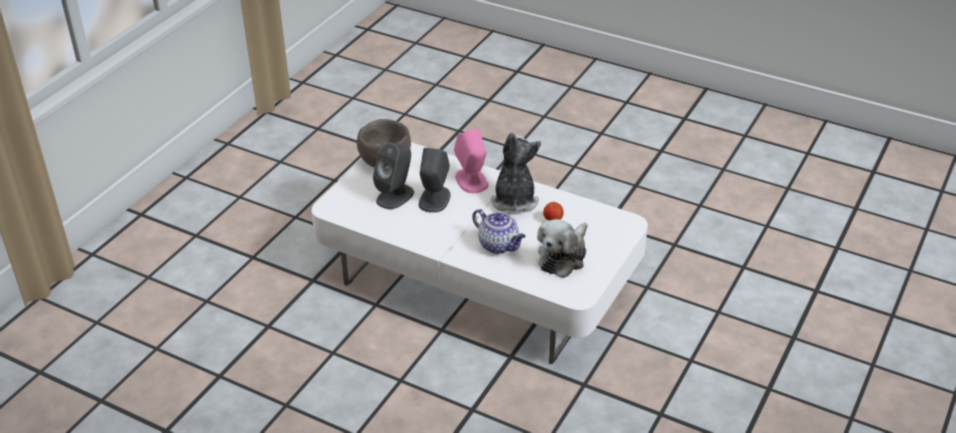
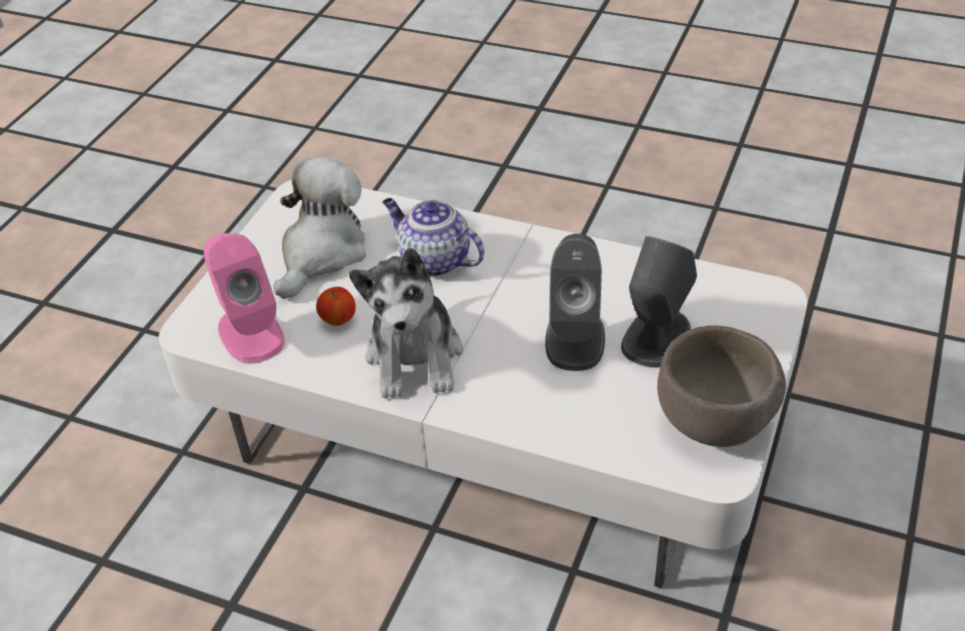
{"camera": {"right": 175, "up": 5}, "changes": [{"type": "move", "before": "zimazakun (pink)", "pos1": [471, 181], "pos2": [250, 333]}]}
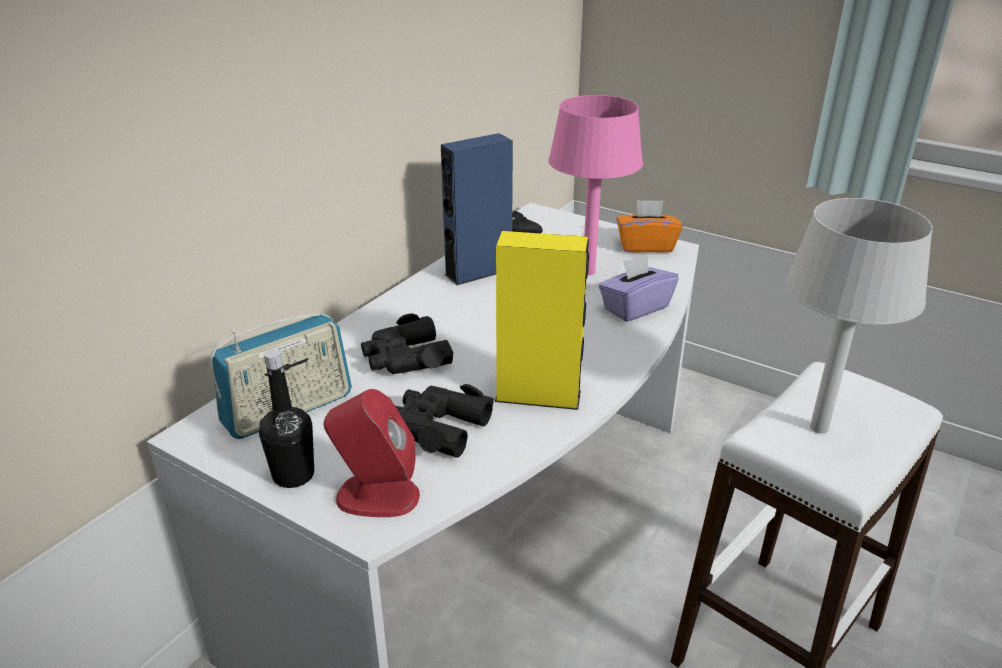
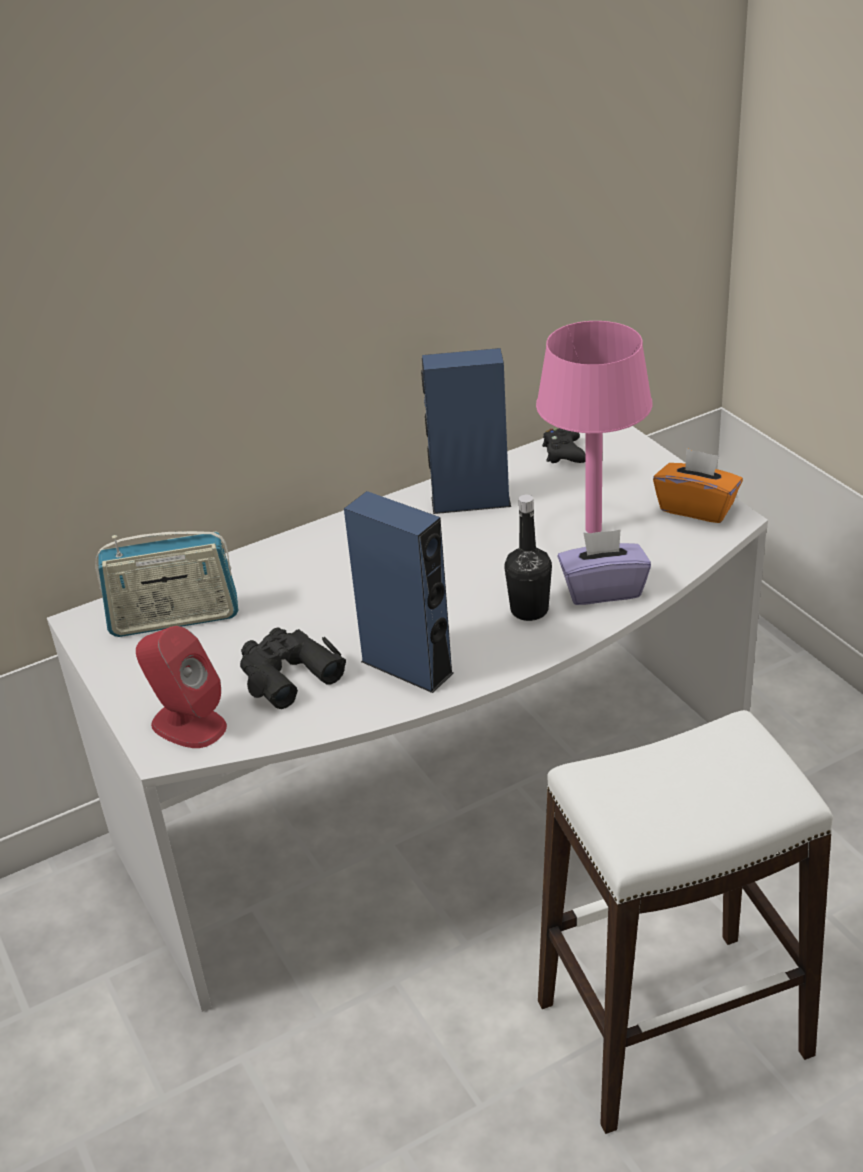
{"camera": {"right": 30, "up": 5}, "changes": [{"type": "delete", "before": "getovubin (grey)", "pos1": [820, 428]}, {"type": "recolor", "before": "zimazakun (yellow)", "after": "zimazakun (blue)", "pos1": [538, 396], "pos2": [407, 667]}, {"type": "delete", "before": "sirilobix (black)", "pos1": [406, 358]}, {"type": "move", "before": "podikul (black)", "pos1": [293, 475], "pos2": [529, 610]}]}
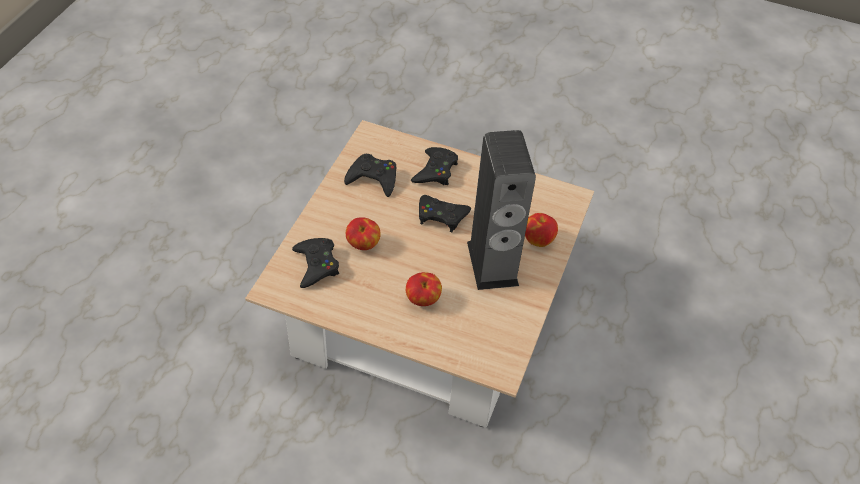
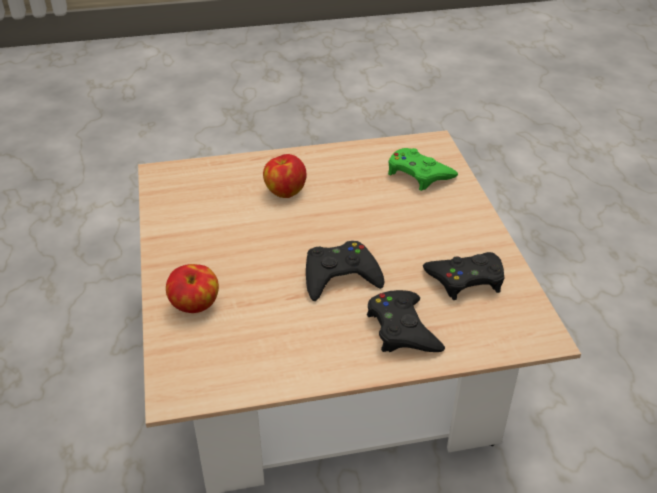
{"camera": {"right": 150, "up": -10}, "changes": [{"type": "delete", "before": "zimazakun", "pos1": [492, 263]}, {"type": "delete", "before": "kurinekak", "pos1": [363, 244]}, {"type": "recolor", "before": "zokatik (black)", "after": "zokatik (green)", "pos1": [316, 265], "pos2": [418, 174]}]}
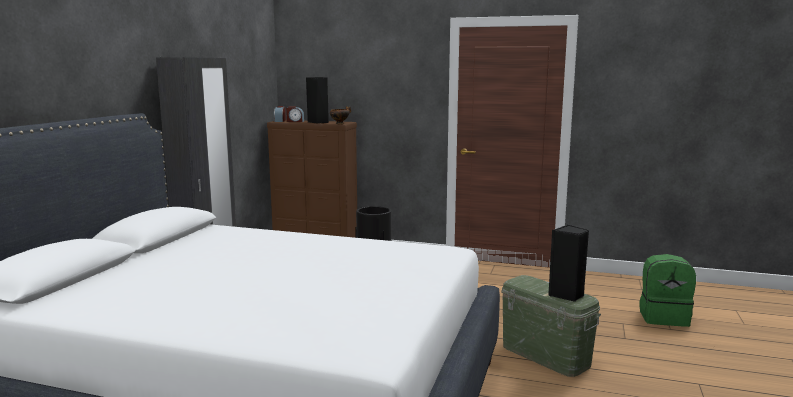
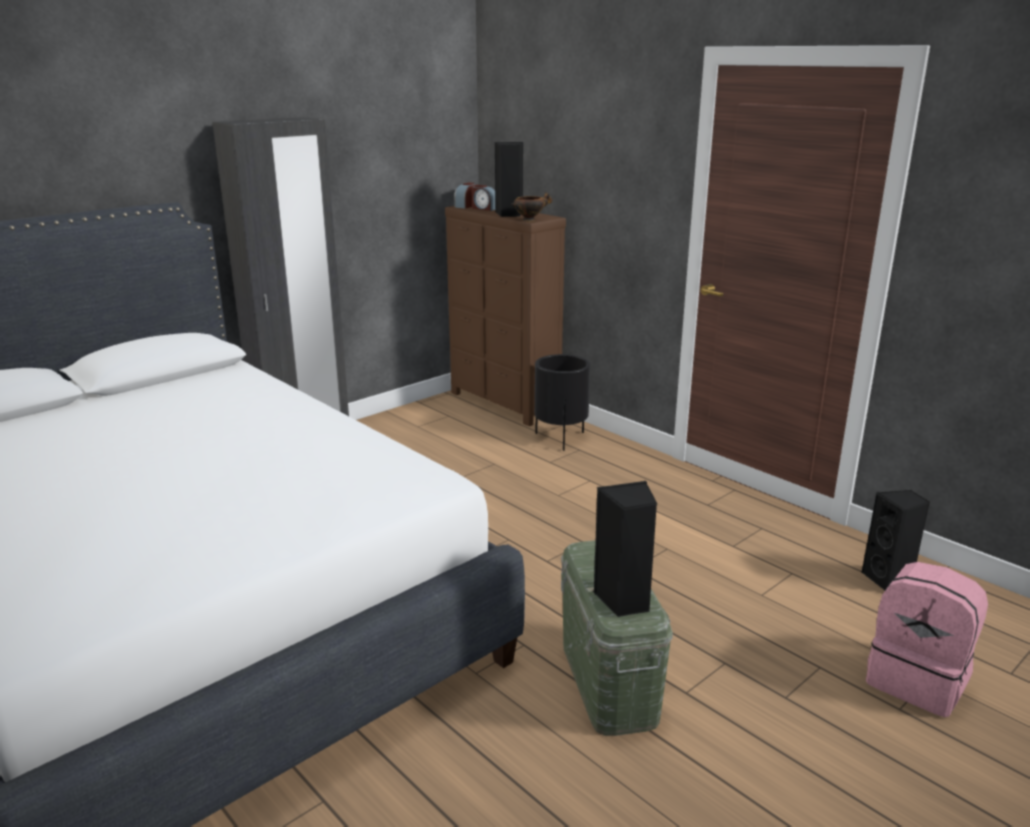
{"camera": {"right": 30, "up": 10}, "changes": [{"type": "recolor", "before": "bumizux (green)", "after": "bumizux (pink)", "pos1": [663, 317], "pos2": [918, 681]}, {"type": "insert", "after": "zimazakun (black)", "pos2": [888, 580]}]}
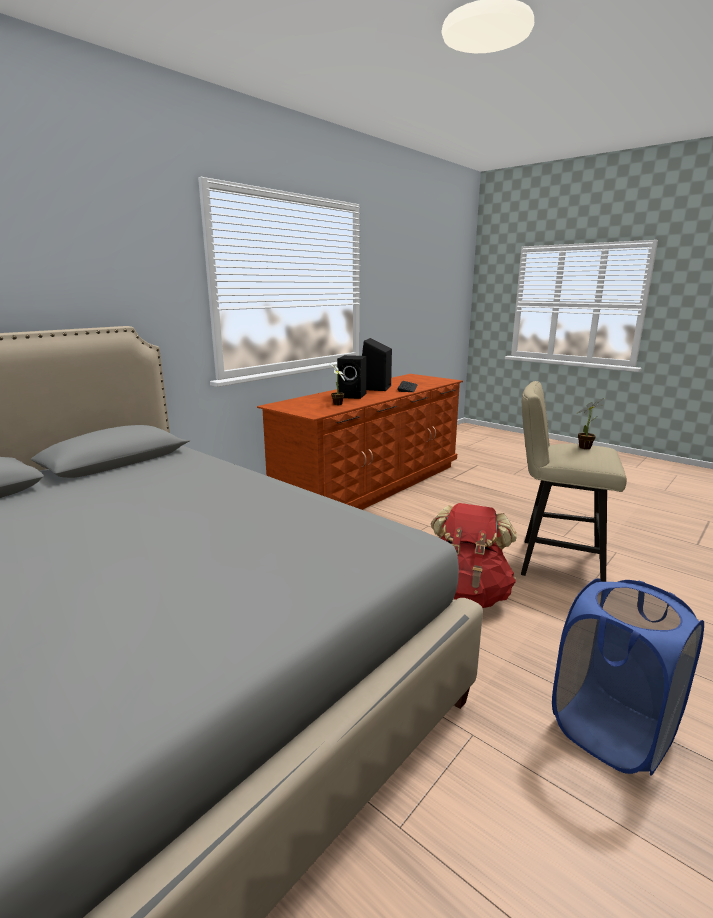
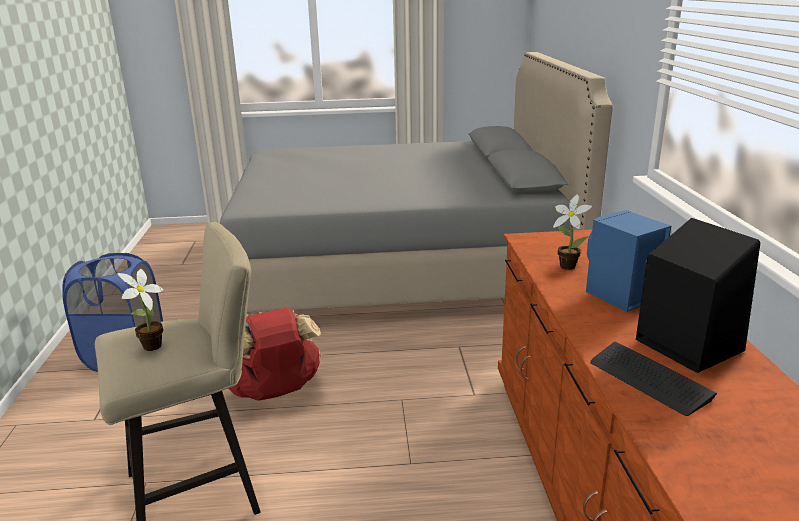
{"camera": {"right": 135, "up": 5}, "changes": [{"type": "recolor", "before": "zimazakun (black)", "after": "zimazakun (blue)", "pos1": [353, 396], "pos2": [619, 296]}]}
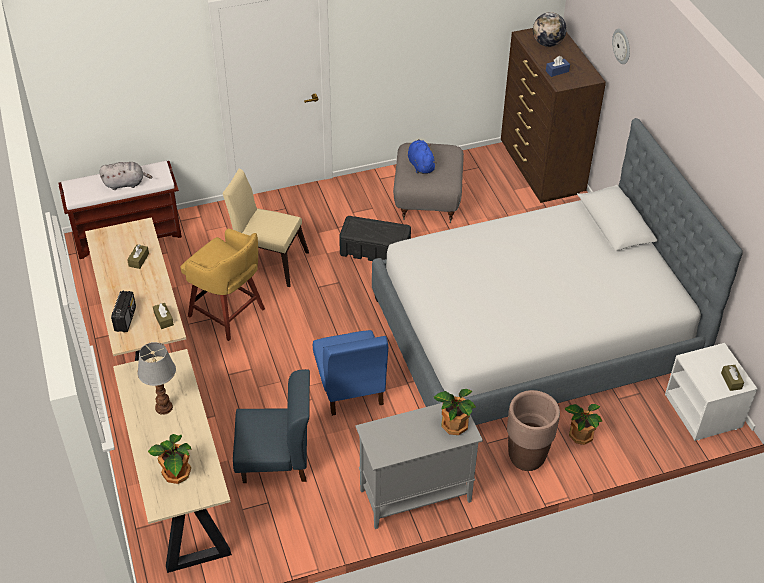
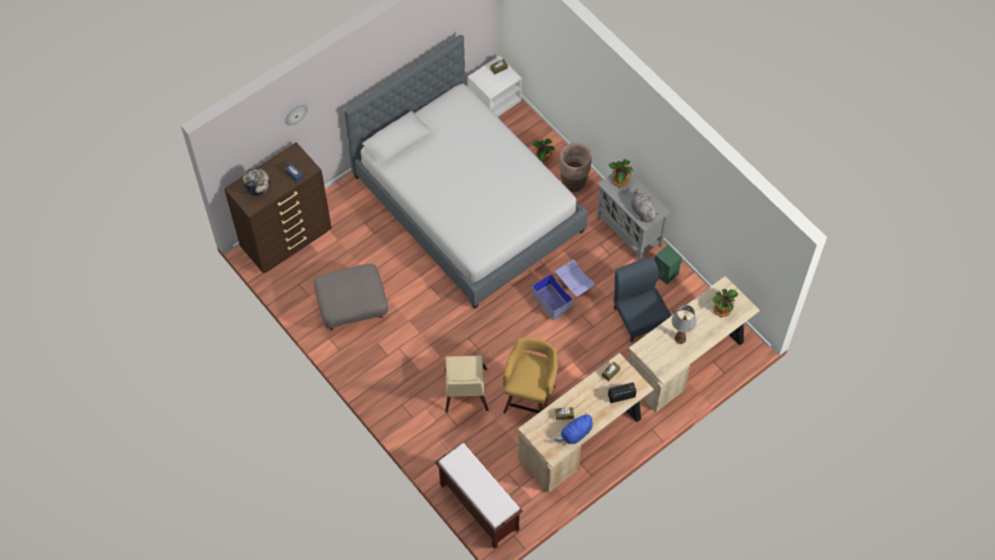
{"camera": {"right": -110, "up": 15}, "changes": [{"type": "move", "before": "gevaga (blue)", "pos1": [420, 165], "pos2": [575, 434]}, {"type": "move", "before": "gevaga (grey)", "pos1": [126, 183], "pos2": [642, 211]}, {"type": "delete", "before": "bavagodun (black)", "pos1": [375, 250]}, {"type": "replace", "before": "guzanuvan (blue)", "after": "bavagodun (blue)", "pos1": [350, 388], "pos2": [562, 295]}, {"type": "insert", "after": "zimazakun (green)", "pos2": [666, 273]}]}
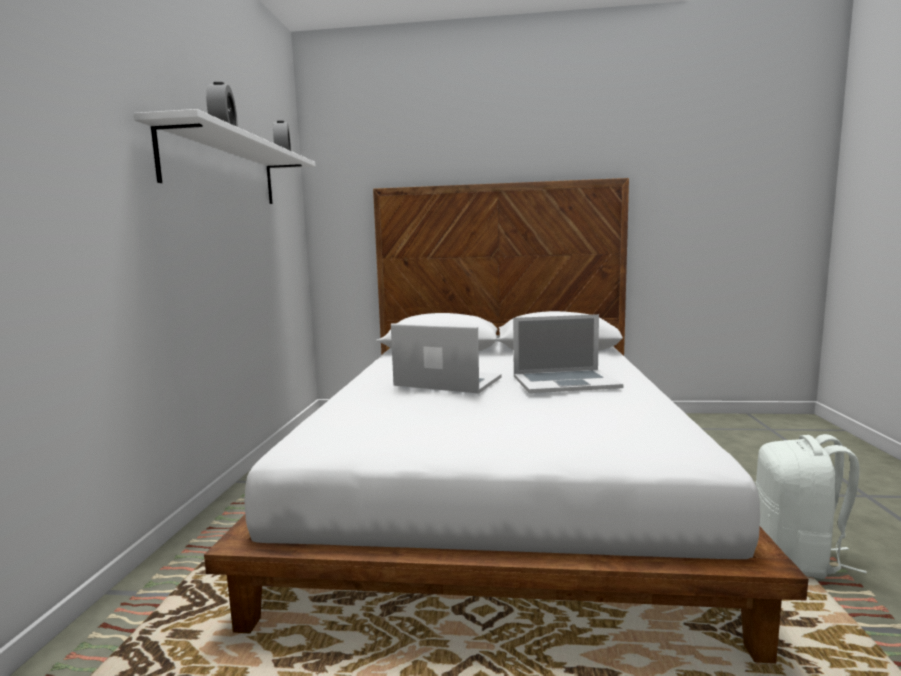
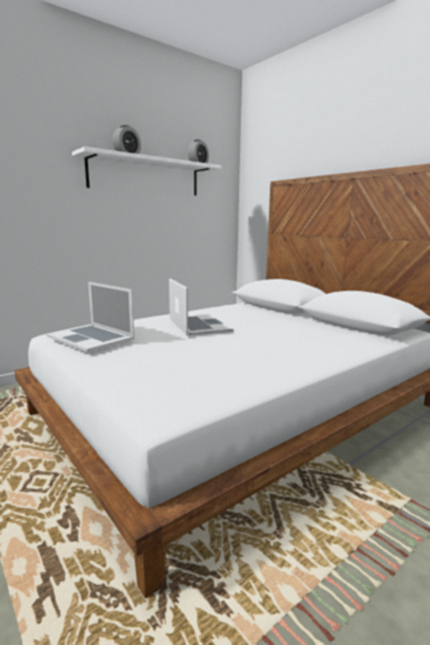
{"camera": {"right": 45, "up": 5}, "changes": [{"type": "move", "before": "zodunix", "pos1": [565, 381], "pos2": [91, 337]}, {"type": "delete", "before": "bumizux (white)", "pos1": [797, 557]}]}
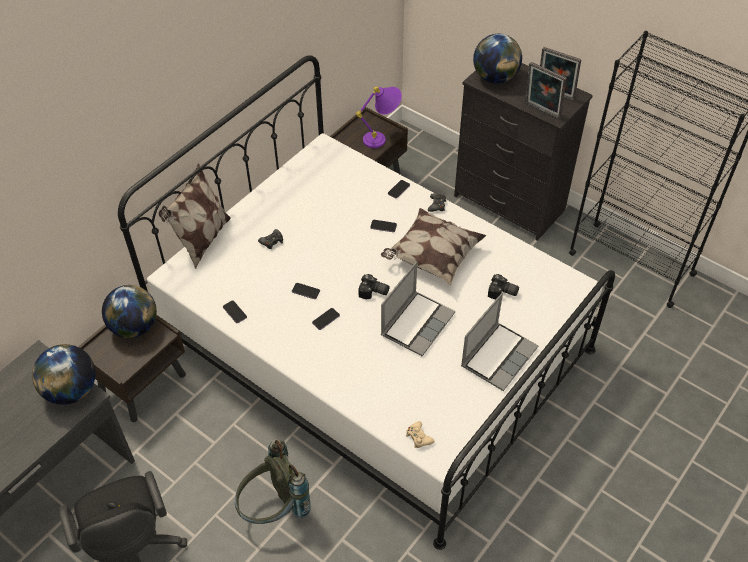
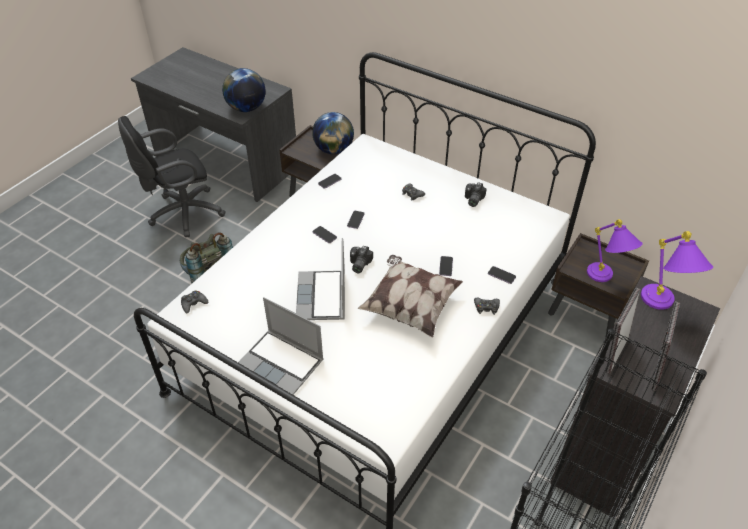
{"camera": {"right": 85, "up": -5}, "changes": [{"type": "replace", "before": "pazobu", "after": "getovubin (purple)", "pos1": [495, 78], "pos2": [662, 306]}, {"type": "delete", "before": "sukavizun", "pos1": [202, 240]}, {"type": "rotate", "before": "zodunix", "pos1": [417, 323], "pos2": [322, 297], "turn": 60}, {"type": "move", "before": "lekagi", "pos1": [502, 293], "pos2": [472, 200]}, {"type": "recolor", "before": "zokatik (beige)", "after": "zokatik (black)", "pos1": [419, 437], "pos2": [193, 303]}]}
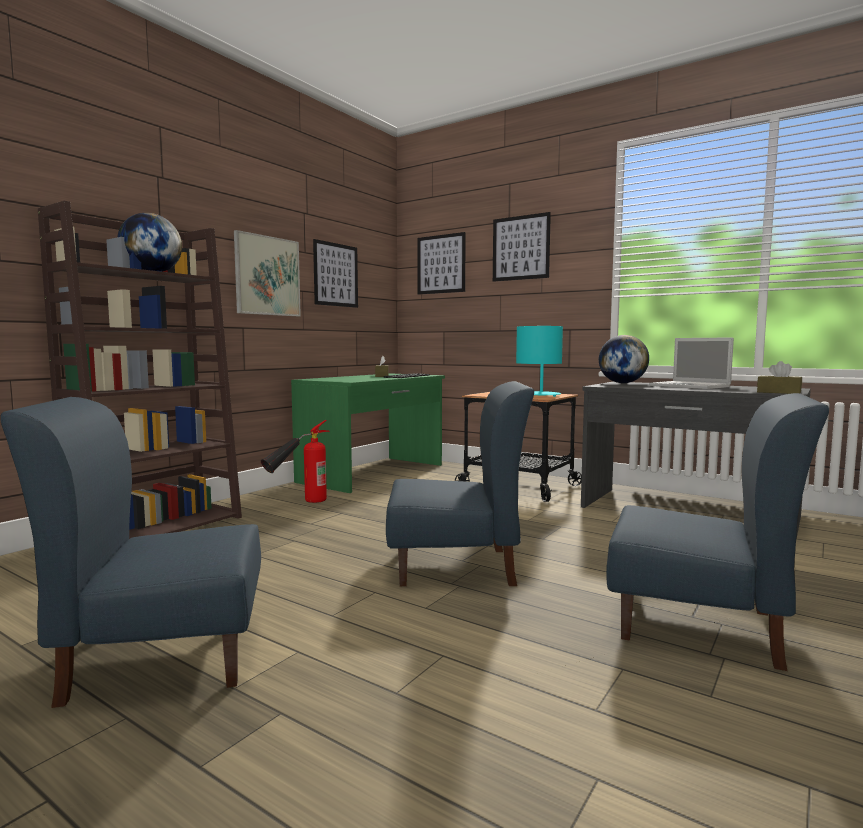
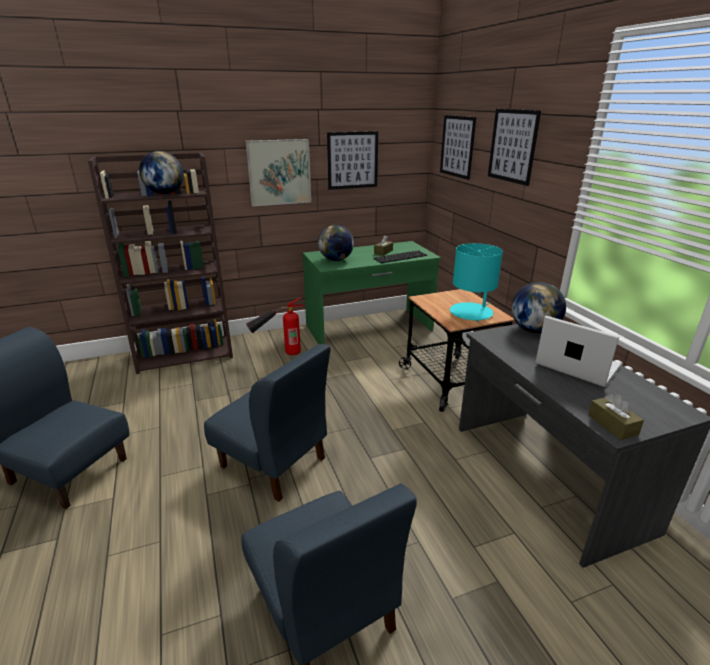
{"camera": {"right": 35, "up": 20}, "changes": [{"type": "rotate", "before": "zodunix", "pos1": [691, 386], "pos2": [575, 365], "turn": 135}, {"type": "insert", "after": "pazobu", "pos2": [336, 260]}]}
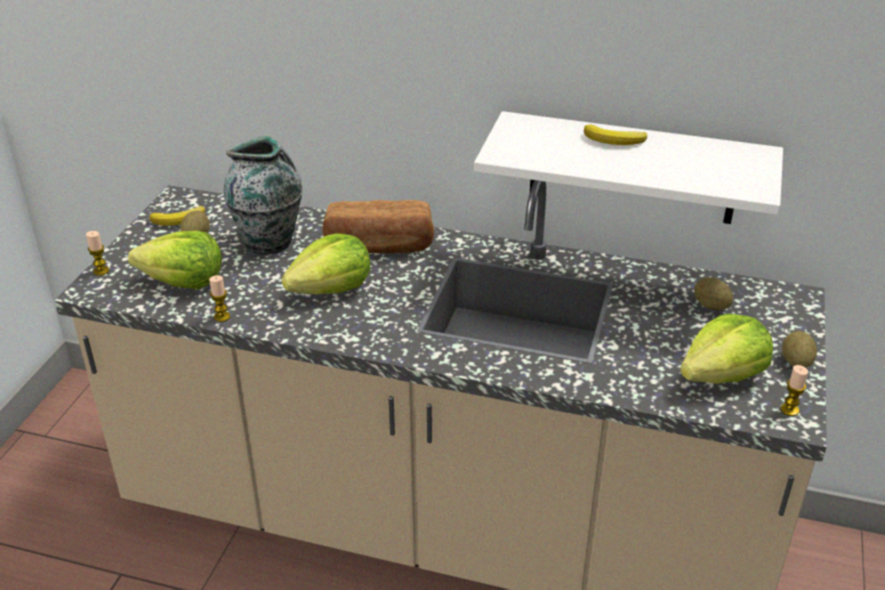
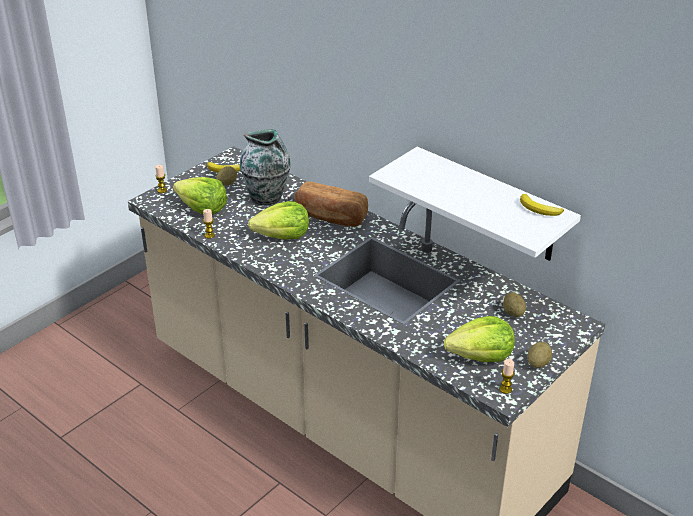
{"camera": {"right": 25, "up": 0}, "changes": [{"type": "move", "before": "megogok", "pos1": [615, 140], "pos2": [539, 209]}]}
